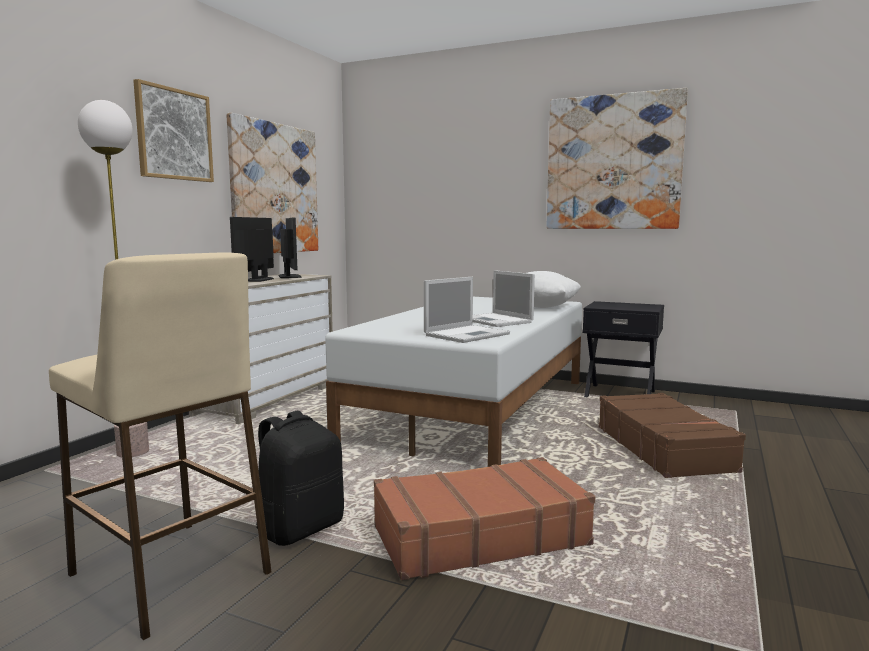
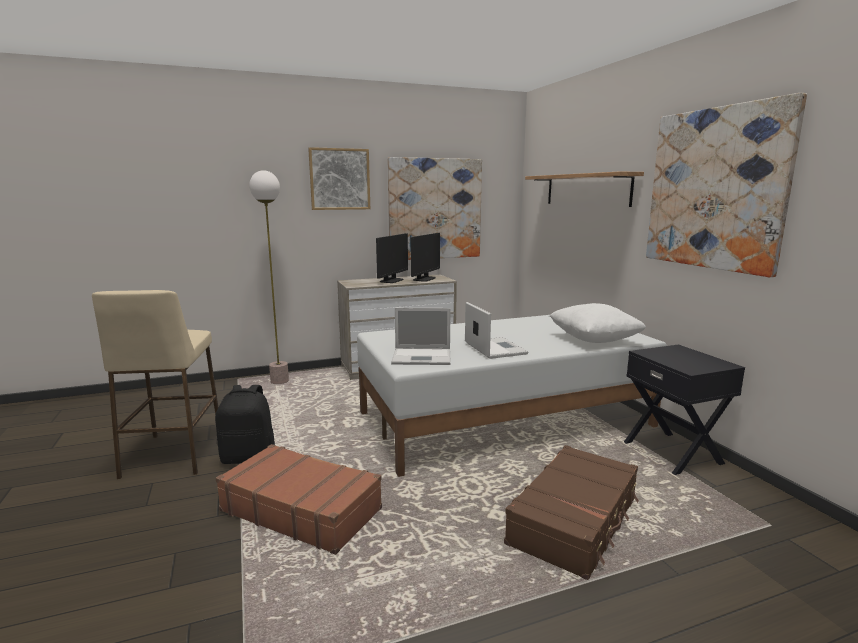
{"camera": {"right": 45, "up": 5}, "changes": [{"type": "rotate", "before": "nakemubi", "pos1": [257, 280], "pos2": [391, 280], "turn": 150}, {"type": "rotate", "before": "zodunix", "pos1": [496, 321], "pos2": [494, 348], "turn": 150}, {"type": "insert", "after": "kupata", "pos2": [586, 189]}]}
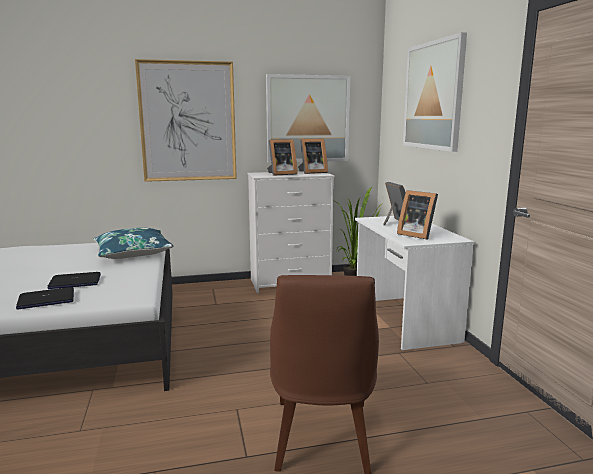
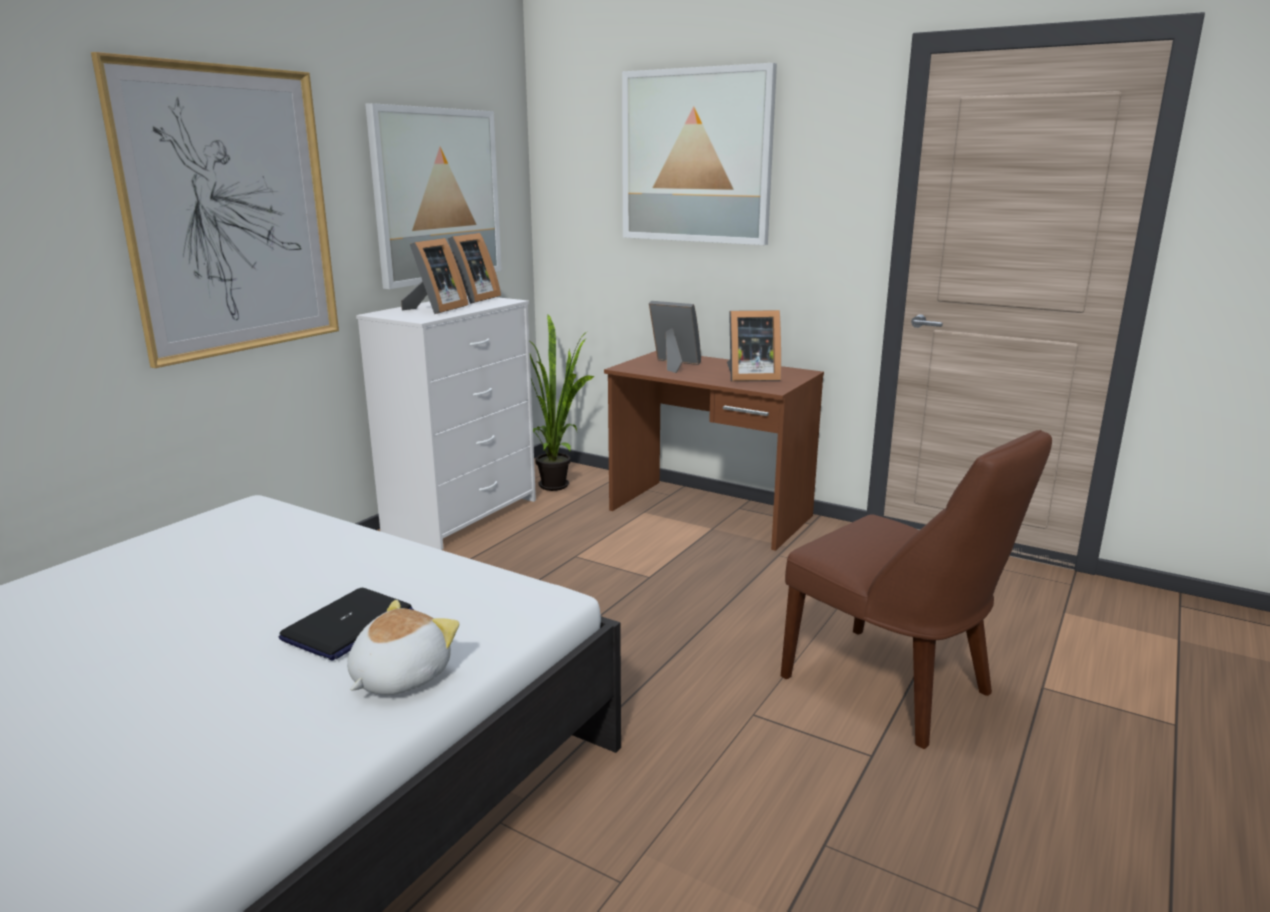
{"camera": {"right": -45, "up": 5}, "changes": [{"type": "recolor", "before": "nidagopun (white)", "after": "nidagopun (brown)", "pos1": [403, 320], "pos2": [709, 514]}, {"type": "delete", "before": "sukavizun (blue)", "pos1": [133, 253]}, {"type": "replace", "before": "zodunix", "after": "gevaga", "pos1": [46, 300], "pos2": [398, 677]}]}
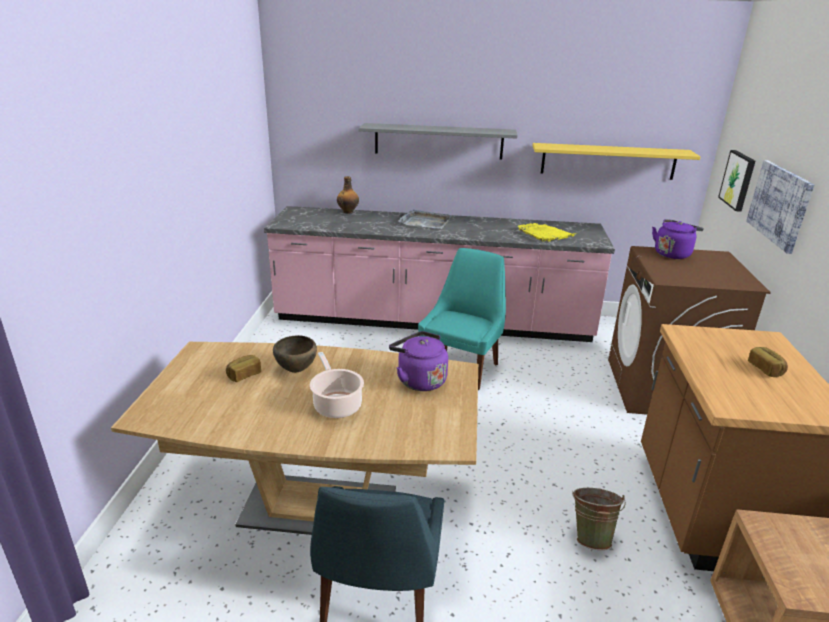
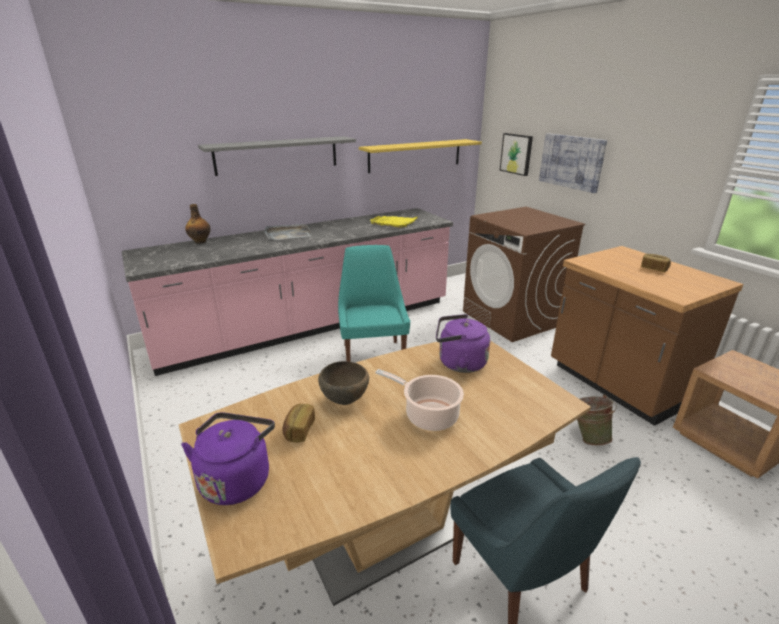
{"camera": {"right": -35, "up": 0}, "changes": [{"type": "move", "before": "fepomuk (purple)", "pos1": [672, 254], "pos2": [237, 479]}]}
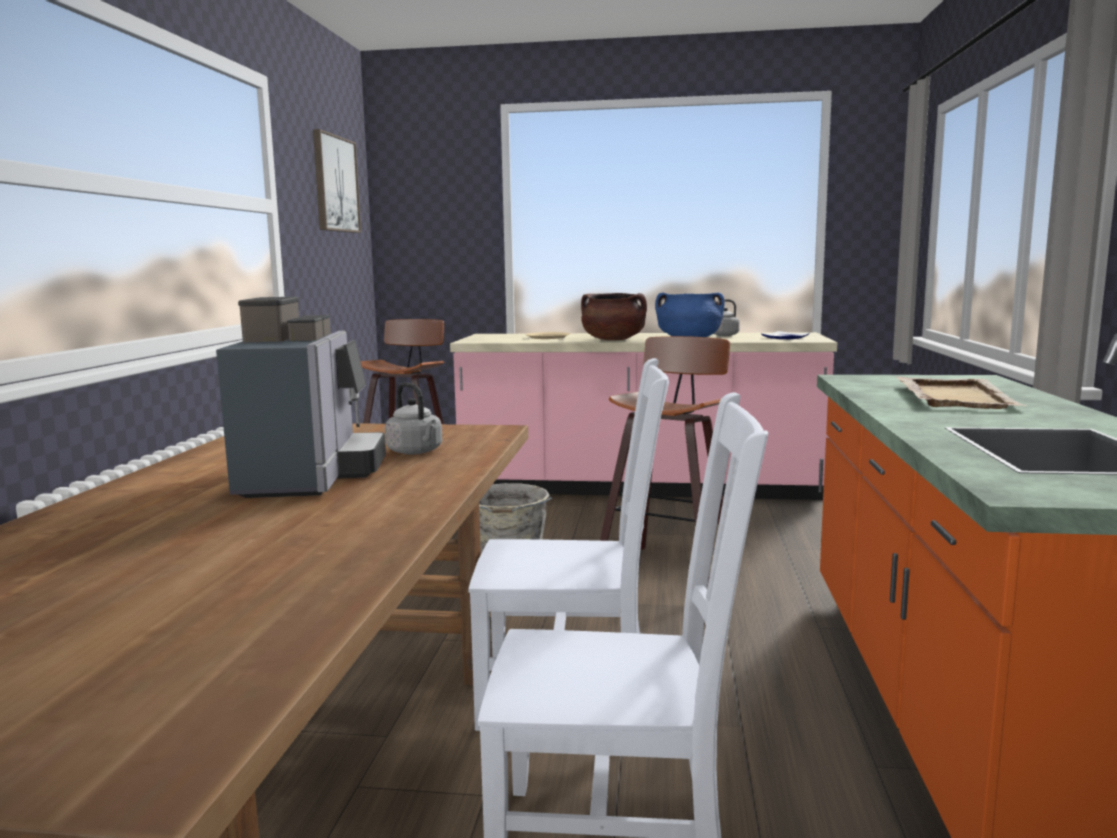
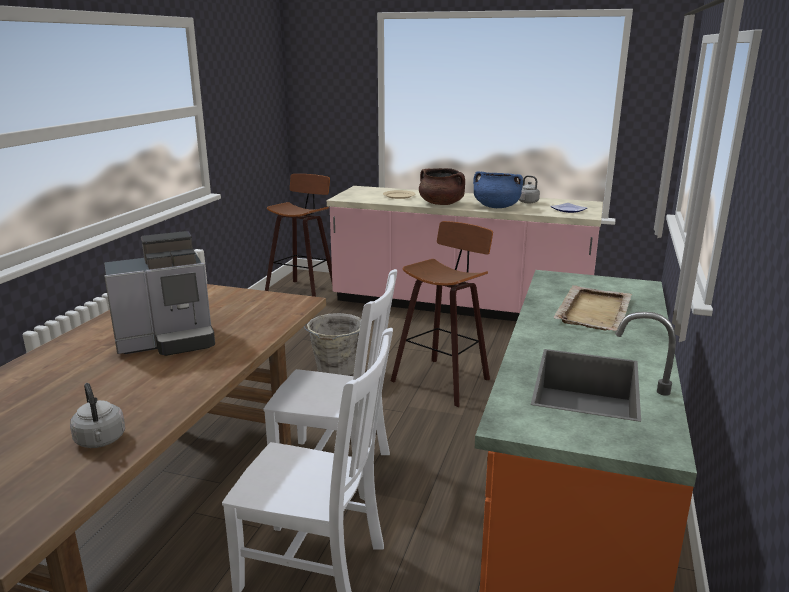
{"camera": {"right": 10, "up": 10}, "changes": [{"type": "delete", "before": "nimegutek", "pos1": [335, 184]}, {"type": "rotate", "before": "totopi", "pos1": [310, 476], "pos2": [168, 341], "turn": 60}, {"type": "move", "before": "fepomuk (grey)", "pos1": [416, 452], "pos2": [101, 441]}]}
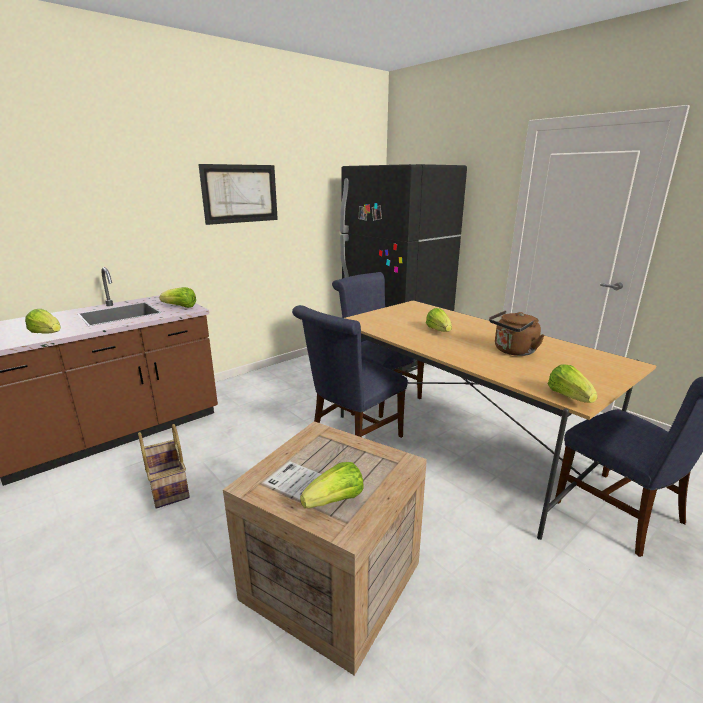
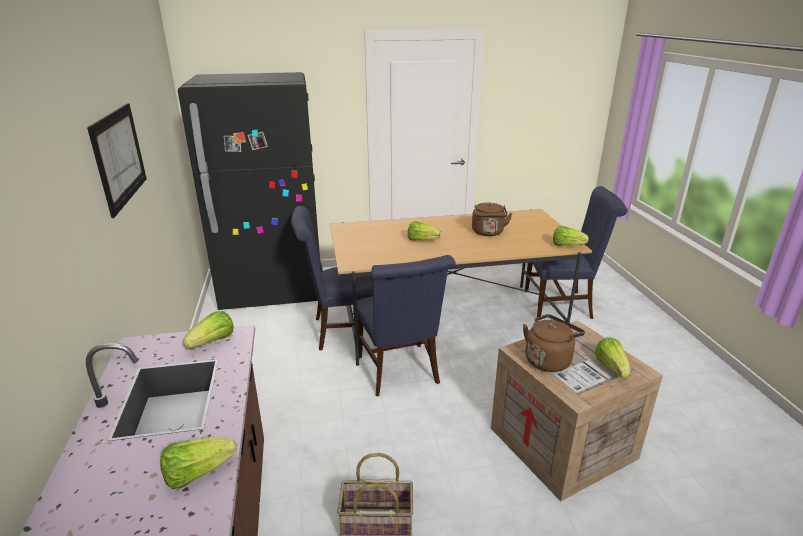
{"camera": {"right": -60, "up": 5}, "changes": [{"type": "insert", "after": "fepomuk (brown)", "pos2": [548, 359]}]}
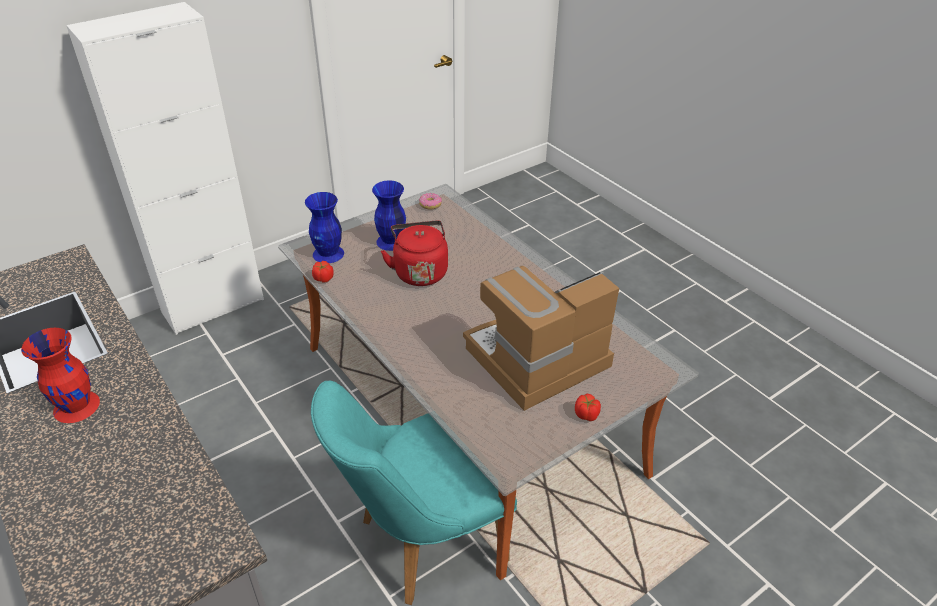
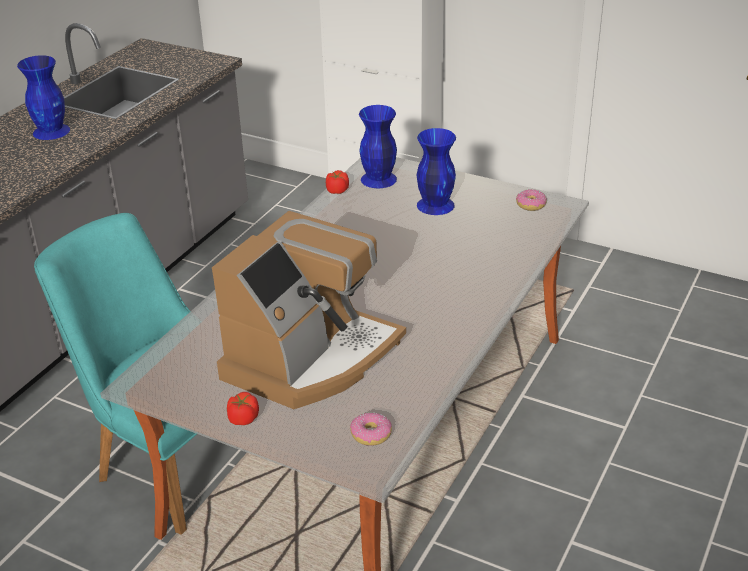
{"camera": {"right": 65, "up": -5}, "changes": [{"type": "delete", "before": "fepomuk (red)", "pos1": [419, 271]}, {"type": "rotate", "before": "totopi", "pos1": [536, 359], "pos2": [311, 358], "turn": 90}, {"type": "recolor", "before": "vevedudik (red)", "after": "vevedudik (blue)", "pos1": [77, 406], "pos2": [52, 131]}, {"type": "insert", "after": "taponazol", "pos2": [371, 434]}]}
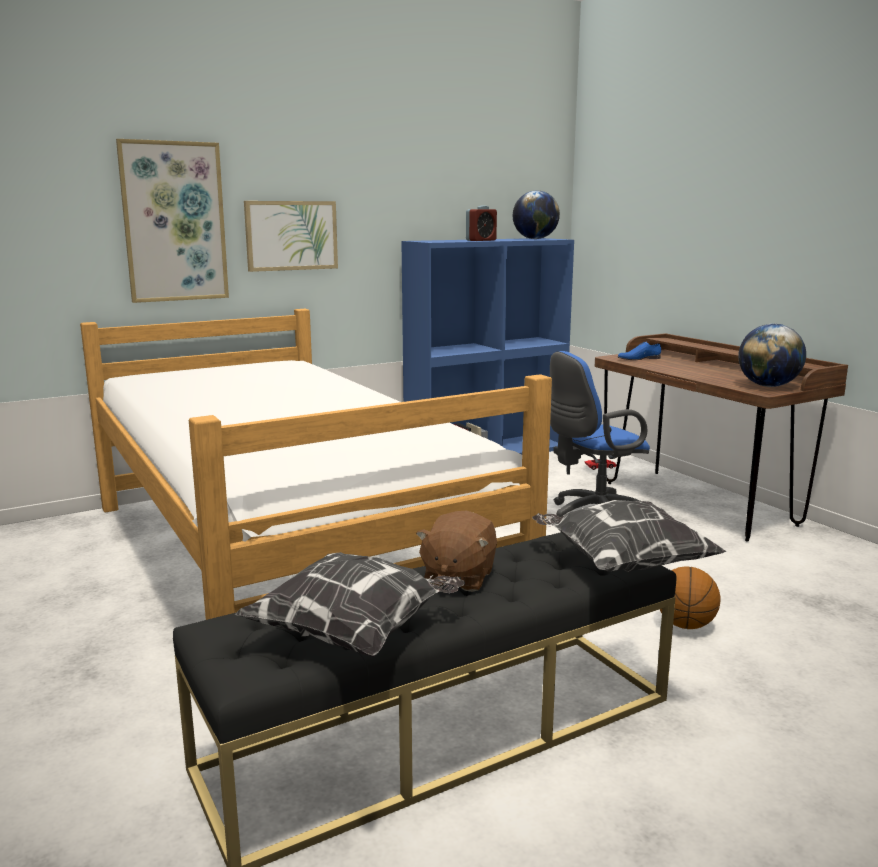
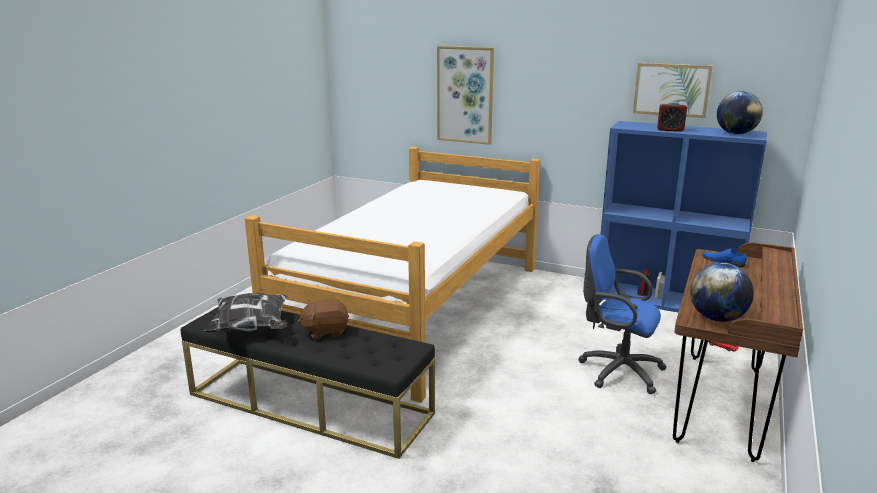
{"camera": {"right": 55, "up": 5}, "changes": [{"type": "move", "before": "nimegutek", "pos1": [291, 235], "pos2": [671, 89]}, {"type": "delete", "before": "sukavizun", "pos1": [621, 564]}, {"type": "delete", "before": "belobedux", "pos1": [685, 625]}]}
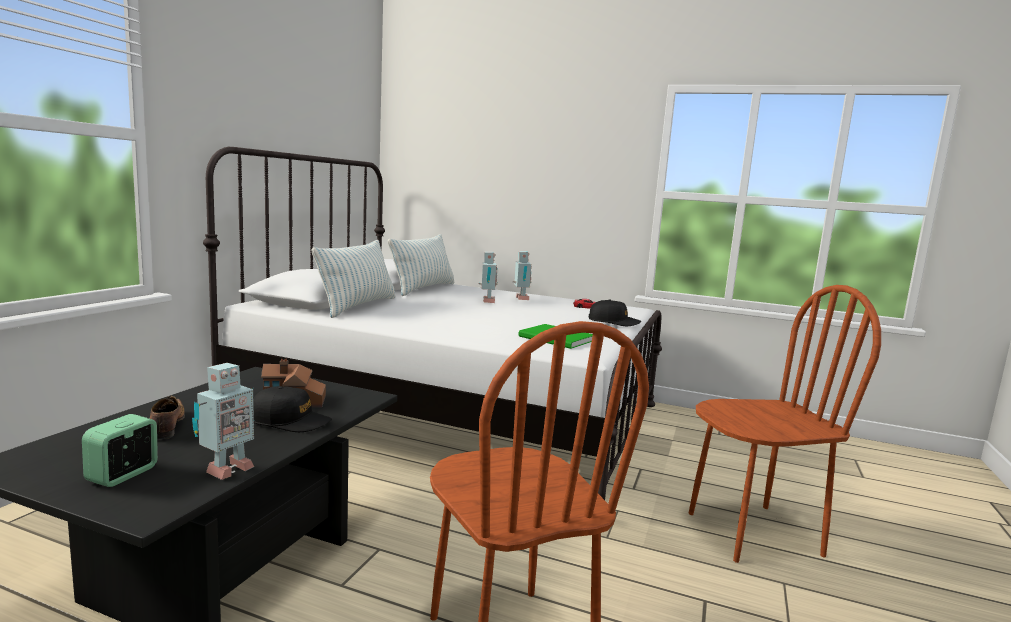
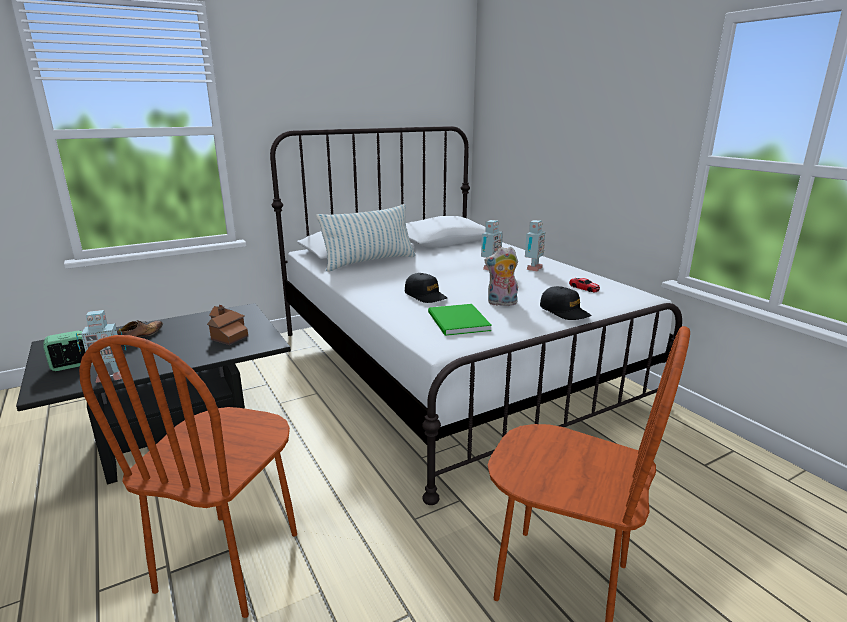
{"camera": {"right": 40, "up": 10}, "changes": [{"type": "delete", "before": "sukavizun", "pos1": [423, 288]}, {"type": "move", "before": "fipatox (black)", "pos1": [290, 421], "pos2": [425, 295]}, {"type": "insert", "after": "gevaga", "pos2": [501, 303]}]}
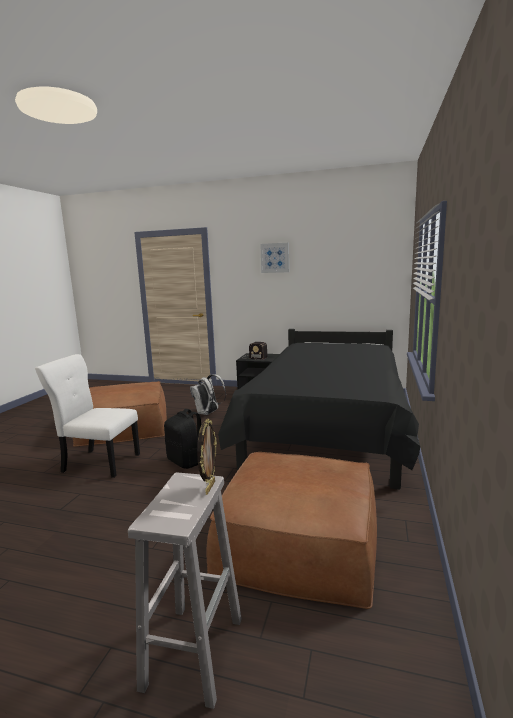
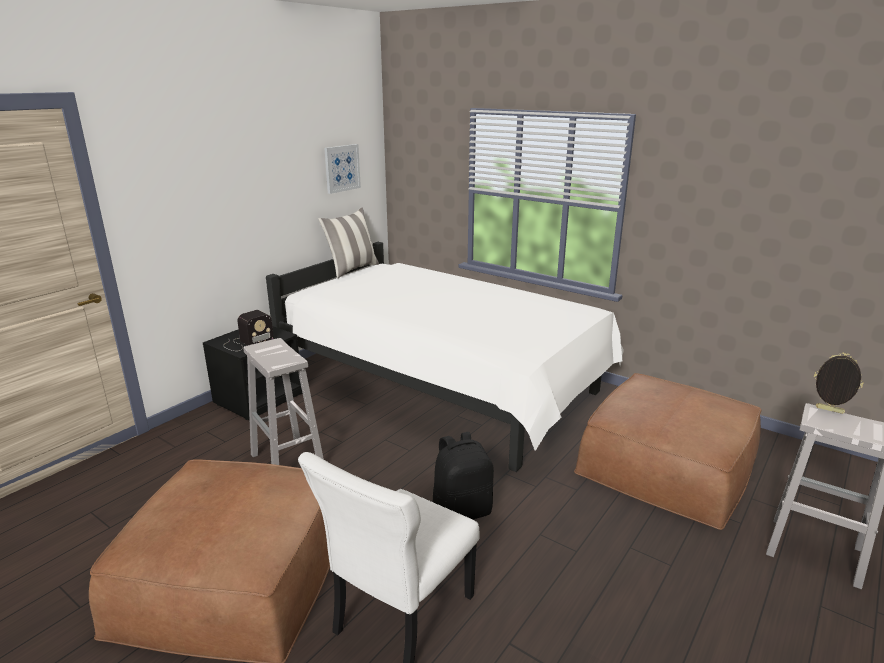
{"camera": {"right": -70, "up": 10}, "changes": [{"type": "move", "before": "nimegutek", "pos1": [275, 258], "pos2": [342, 168]}, {"type": "recolor", "before": "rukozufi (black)", "after": "rukozufi (white)", "pos1": [328, 429], "pos2": [443, 385]}, {"type": "replace", "before": "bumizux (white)", "after": "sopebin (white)", "pos1": [208, 413], "pos2": [288, 462]}, {"type": "insert", "after": "sukavizun", "pos2": [352, 269]}]}
